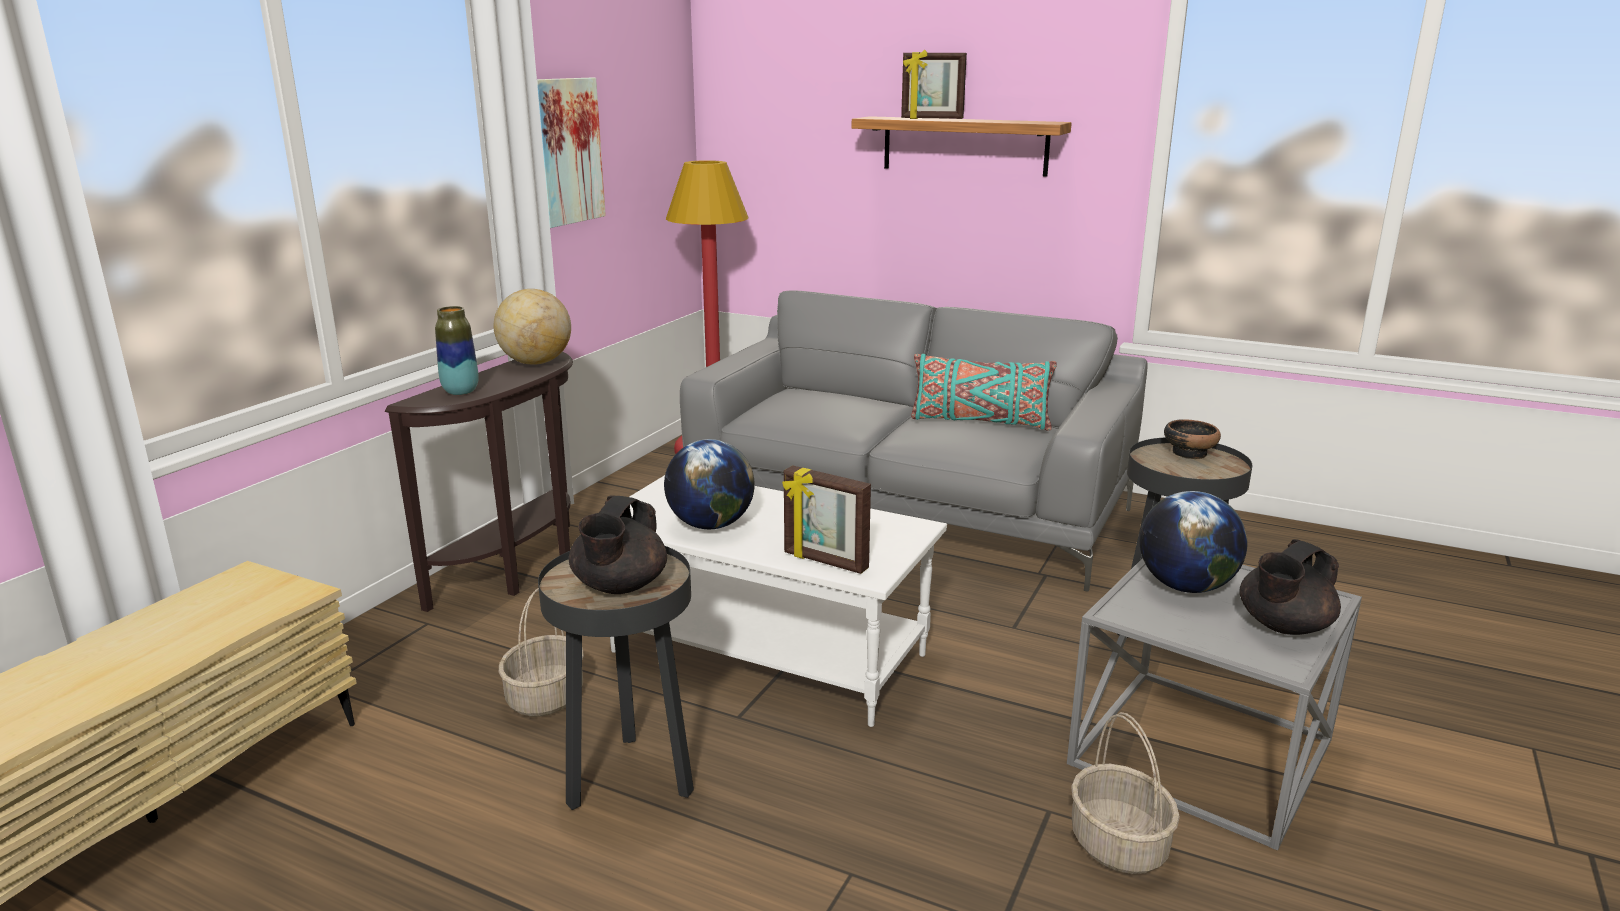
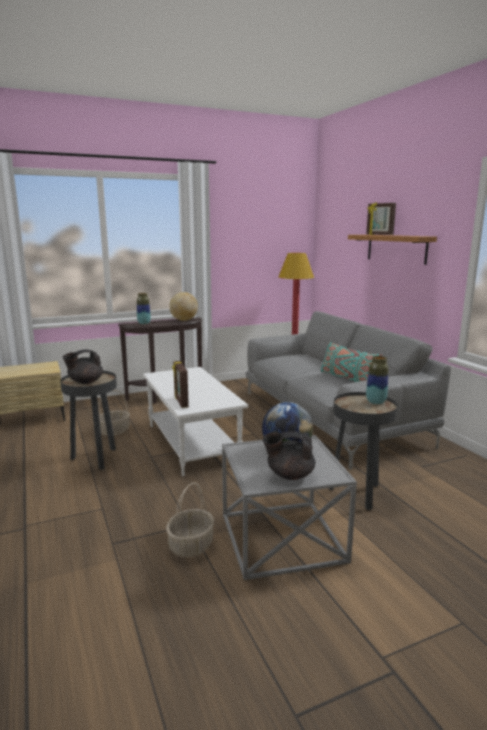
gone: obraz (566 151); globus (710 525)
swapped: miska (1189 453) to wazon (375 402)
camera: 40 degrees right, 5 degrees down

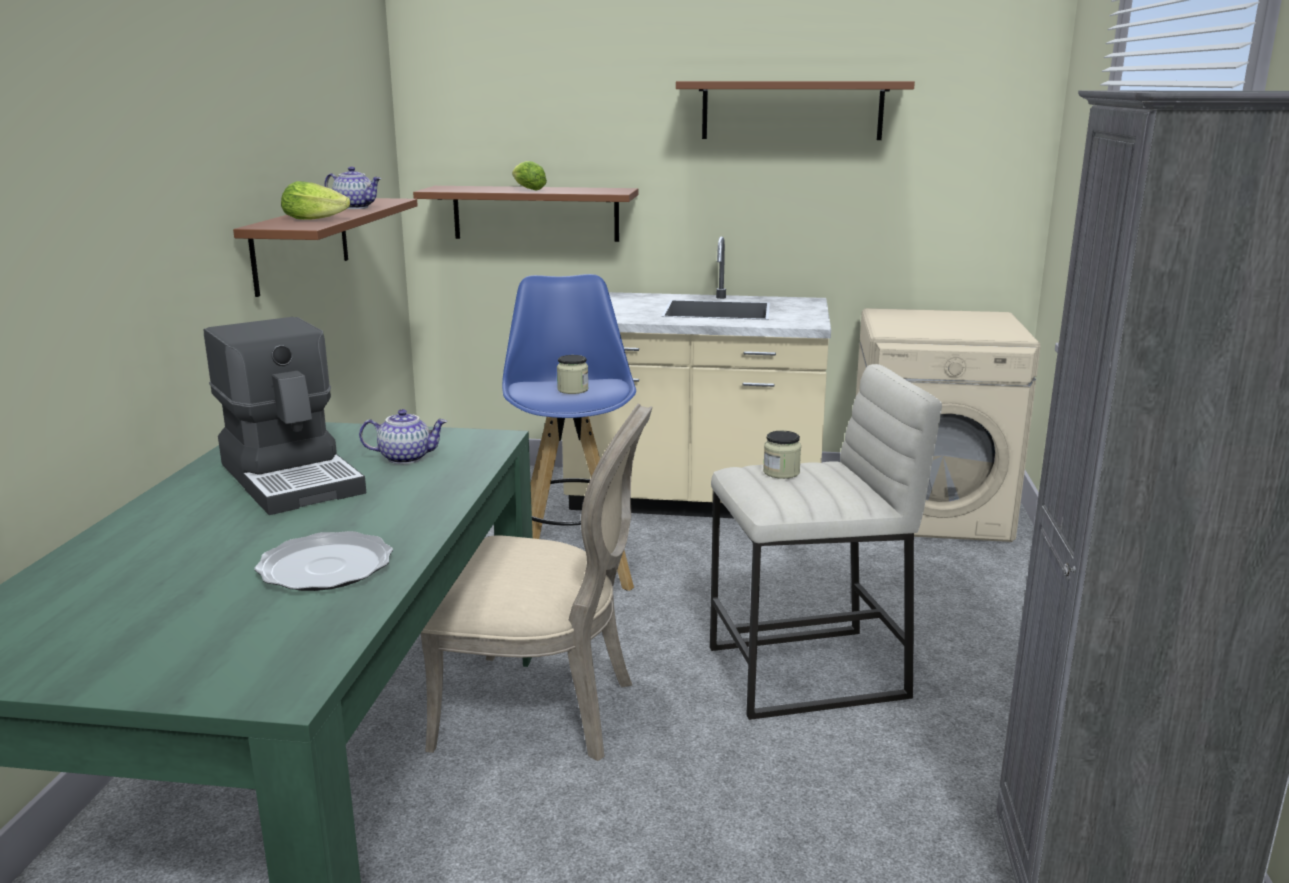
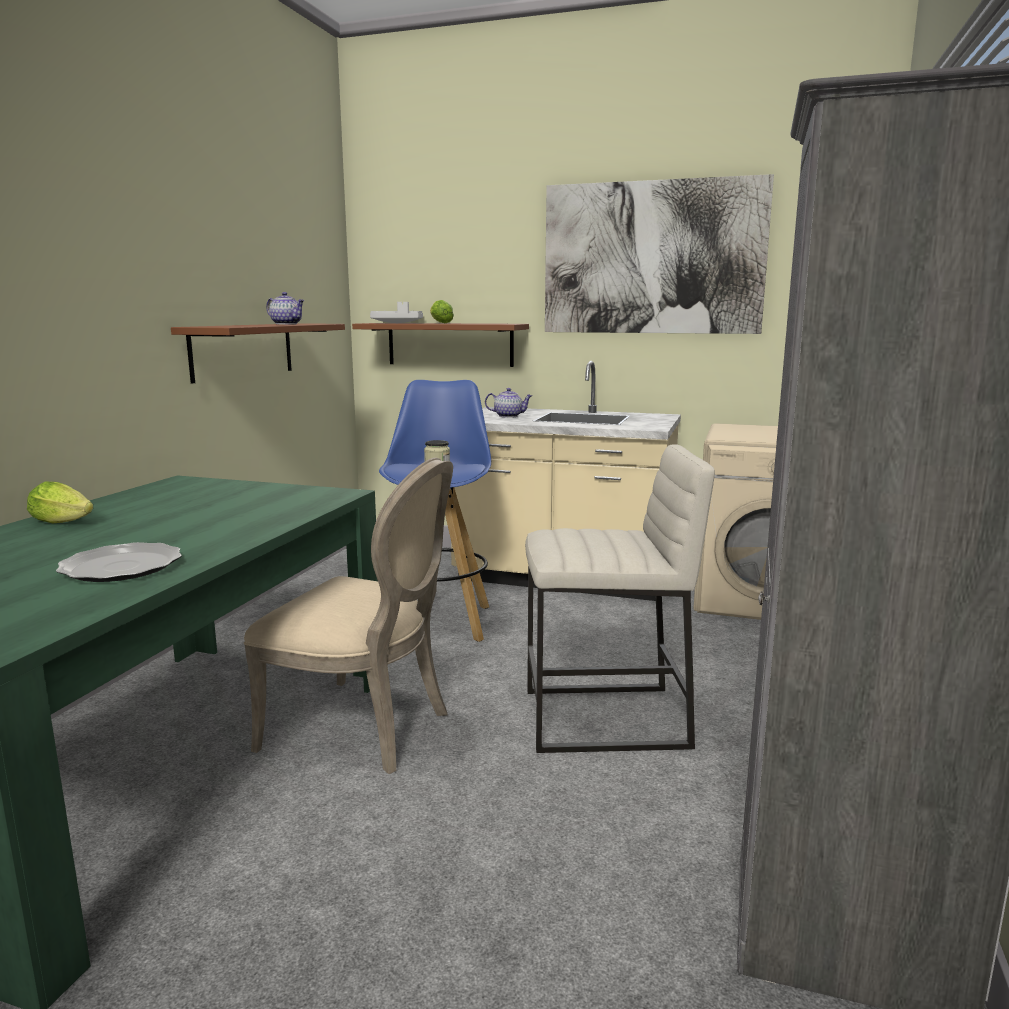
gone: ekspres do kawy (293 477); słoik (781 472)
new: taca/szary (397 323)
shifted: sałata (318 219) to (64 522); imbryk (406 458) to (508 416)
swapped: półka/brązowy (792 110) to obraz (652 258)
camera: 10 degrees right, 5 degrees down

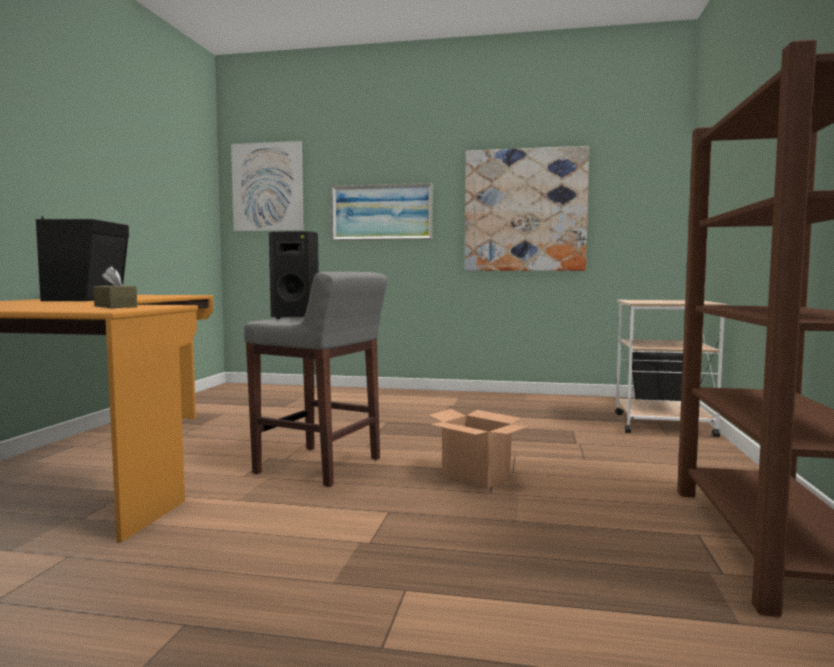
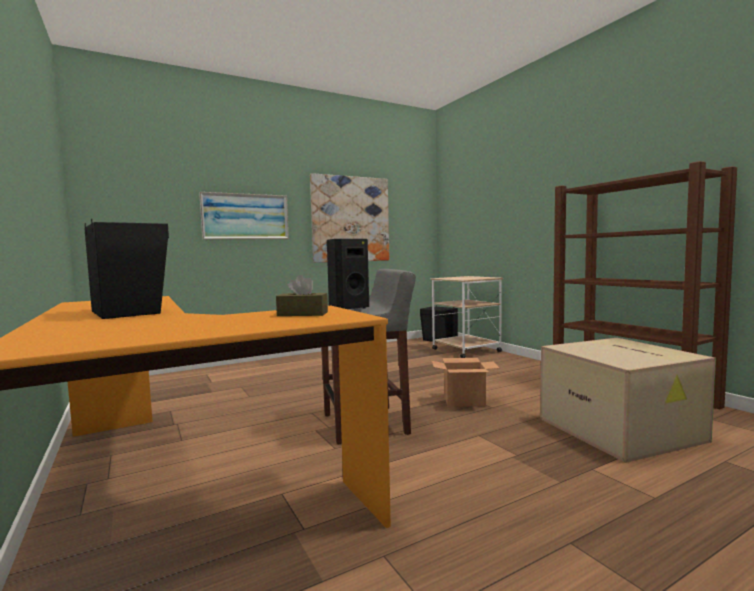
gone: obraz (267 187)
new: karton (622 430)
camera: 40 degrees left, 0 degrees up

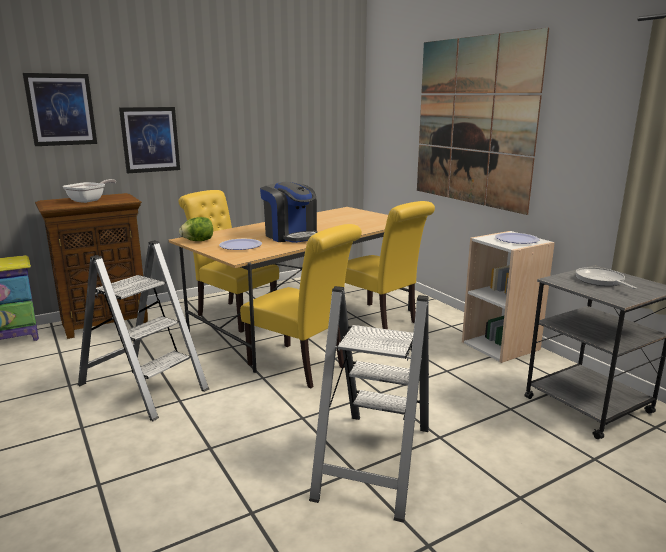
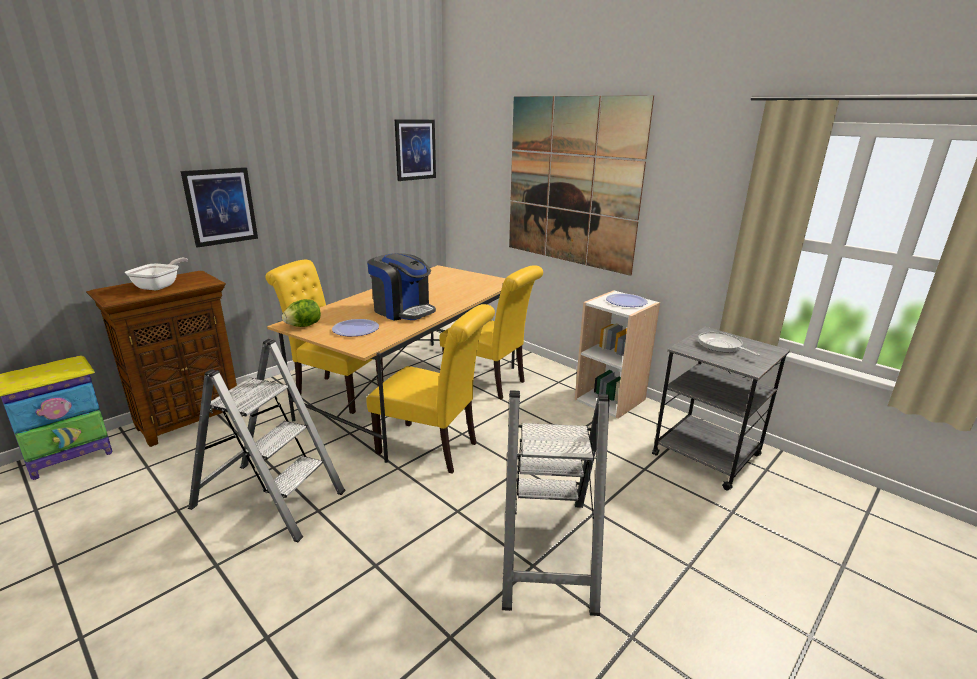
shifted: obraz (61 109) to (415 150)
camera: 15 degrees left, 5 degrees up

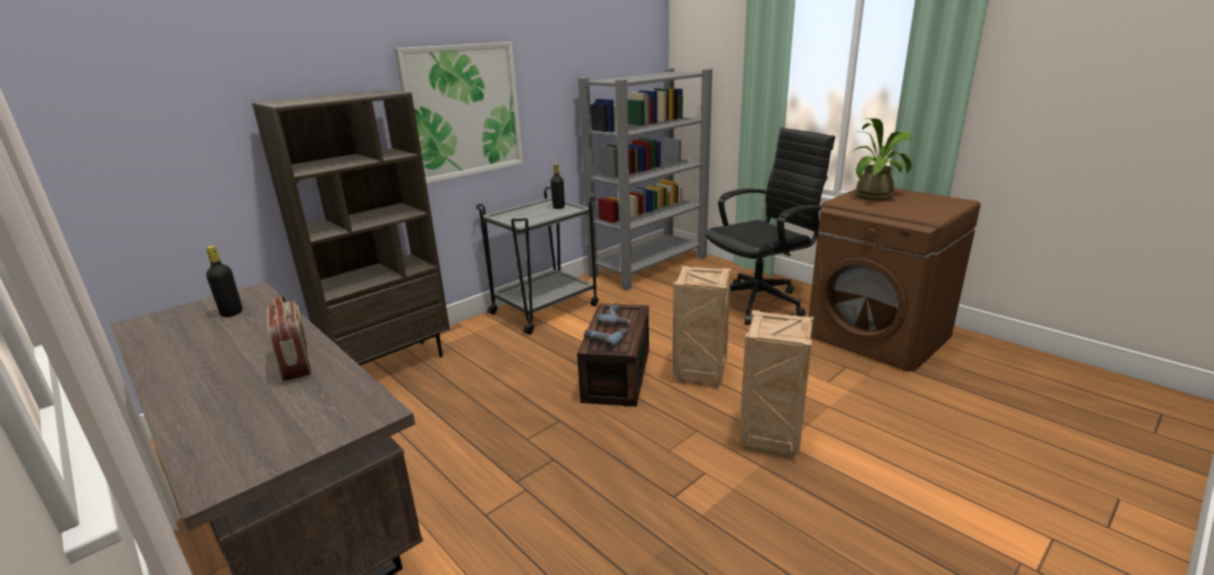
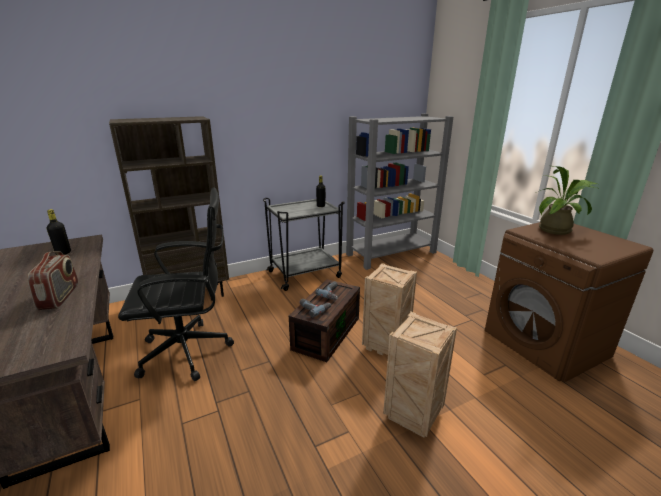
gone: obraz (463 111)
shifted: krzesło biurowe/czarny (760 302) to (190 351)
camera: 15 degrees right, 0 degrees up

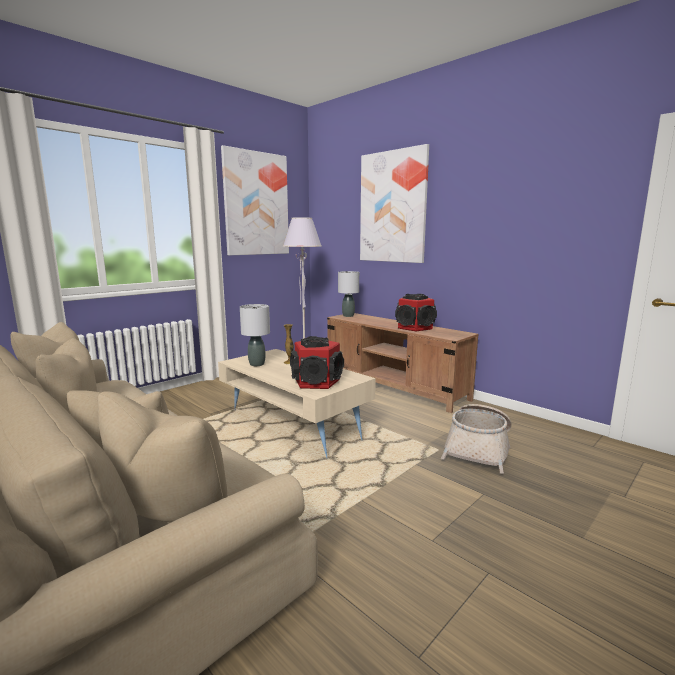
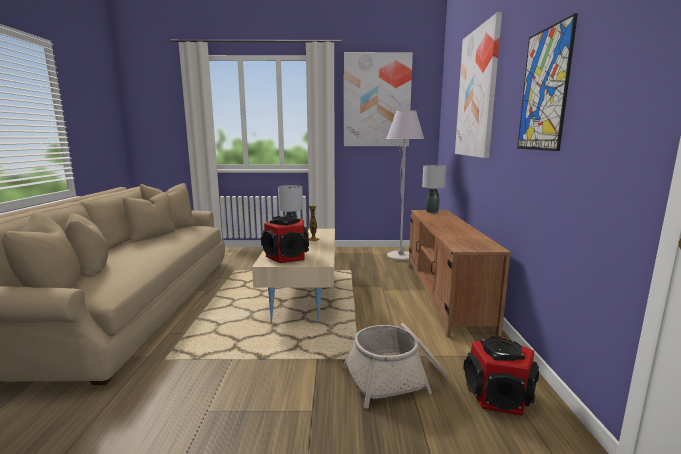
new: obraz (544 90)
shifted: głośnik (415 327) to (499 396)
camera: 45 degrees right, 0 degrees up

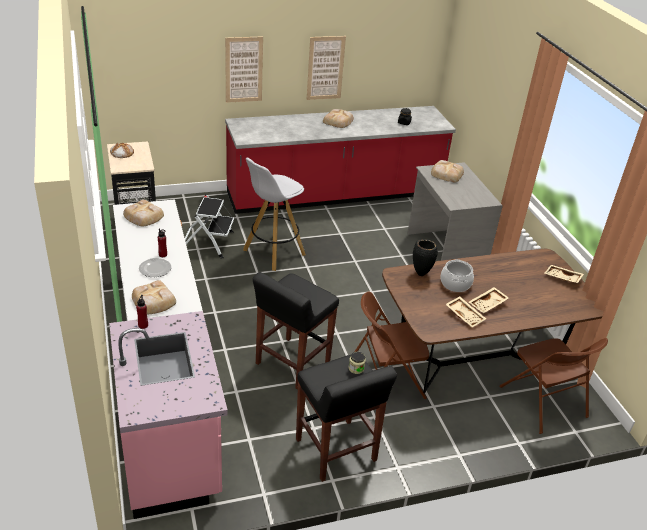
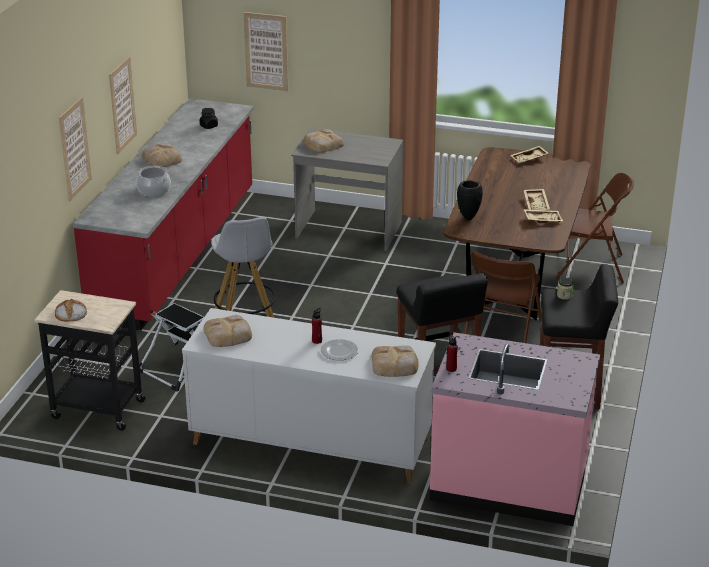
new: obraz (266 51)
shifted: garnek (455 284) to (154 190)
camera: 55 degrees left, 5 degrees down

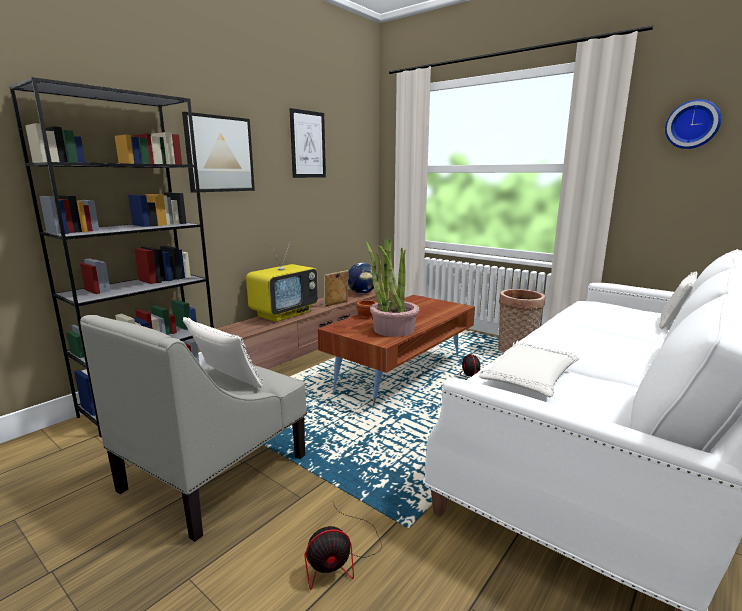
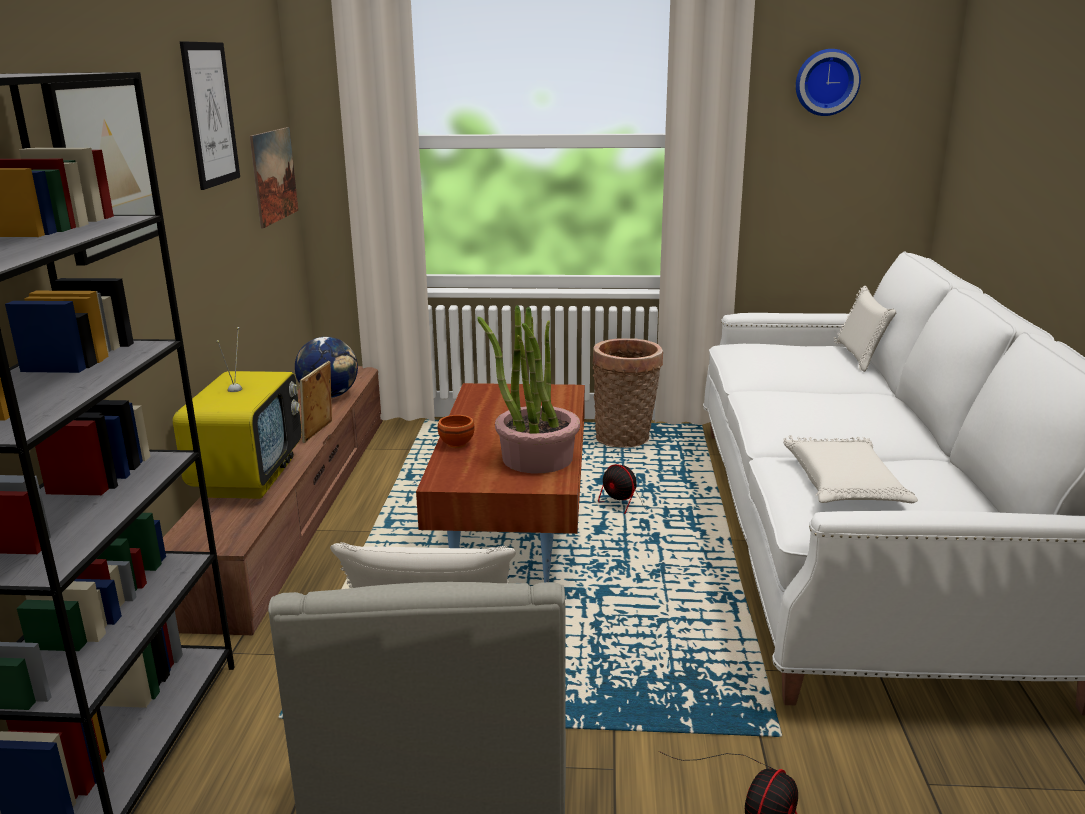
new: obraz (274 175)
camera: 35 degrees left, 5 degrees up

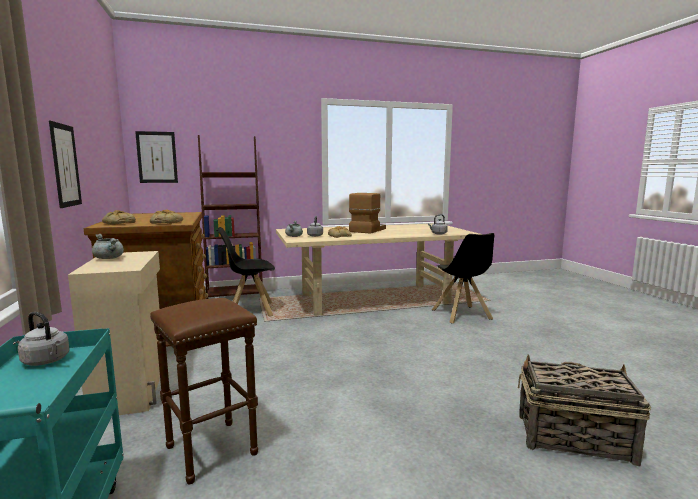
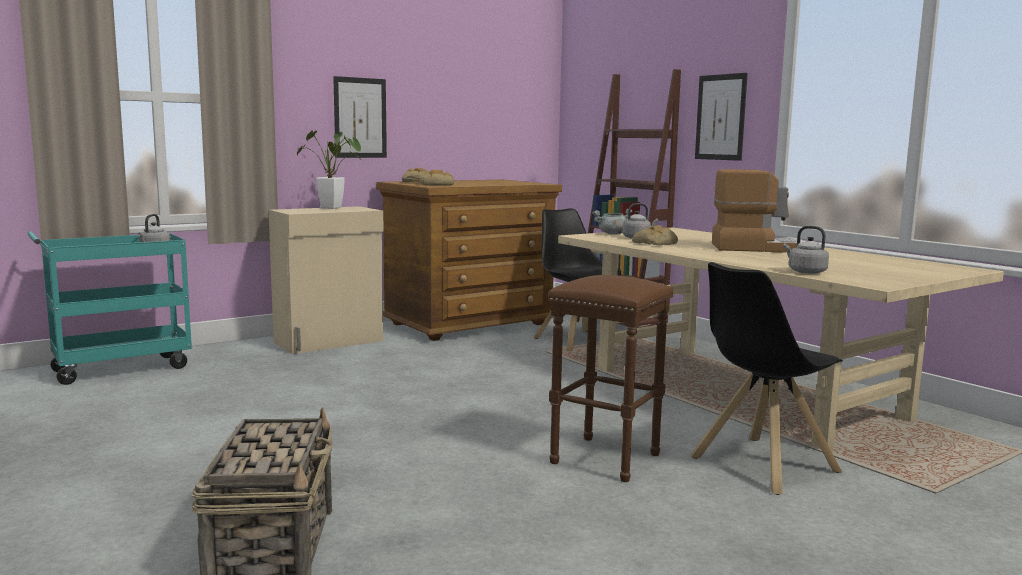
shifted: stołek/brązowy (212 448) to (608 458); obraz (157 157) to (720 117)
swapped: garnek/szary (109 258) to roślina doniczkowa (335 208)
camera: 70 degrees right, 0 degrees up

